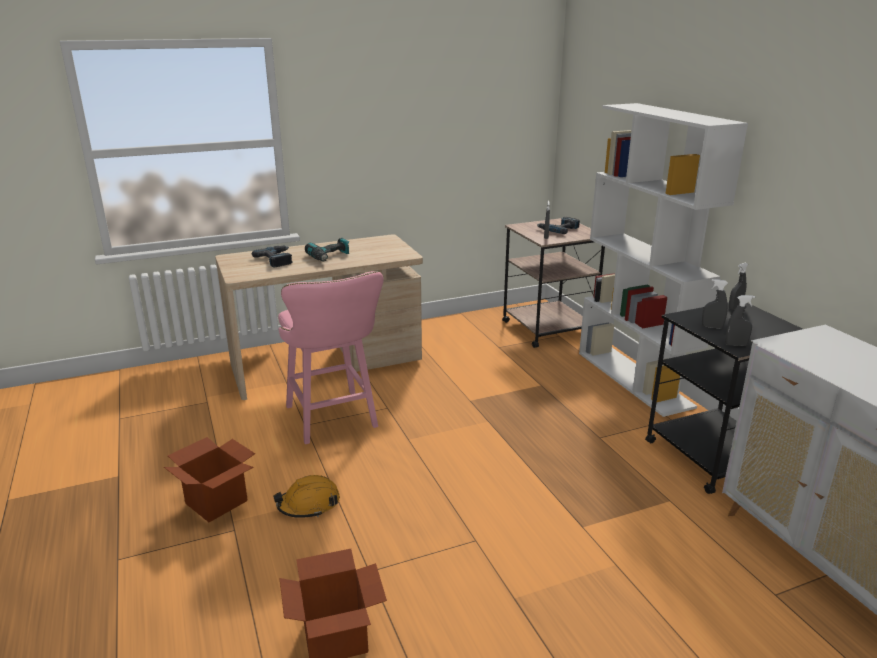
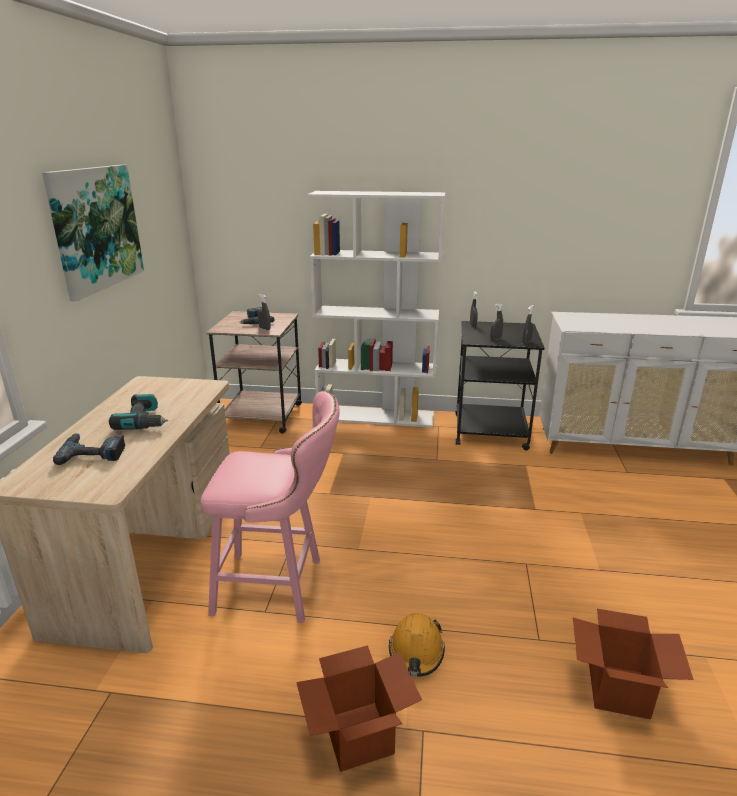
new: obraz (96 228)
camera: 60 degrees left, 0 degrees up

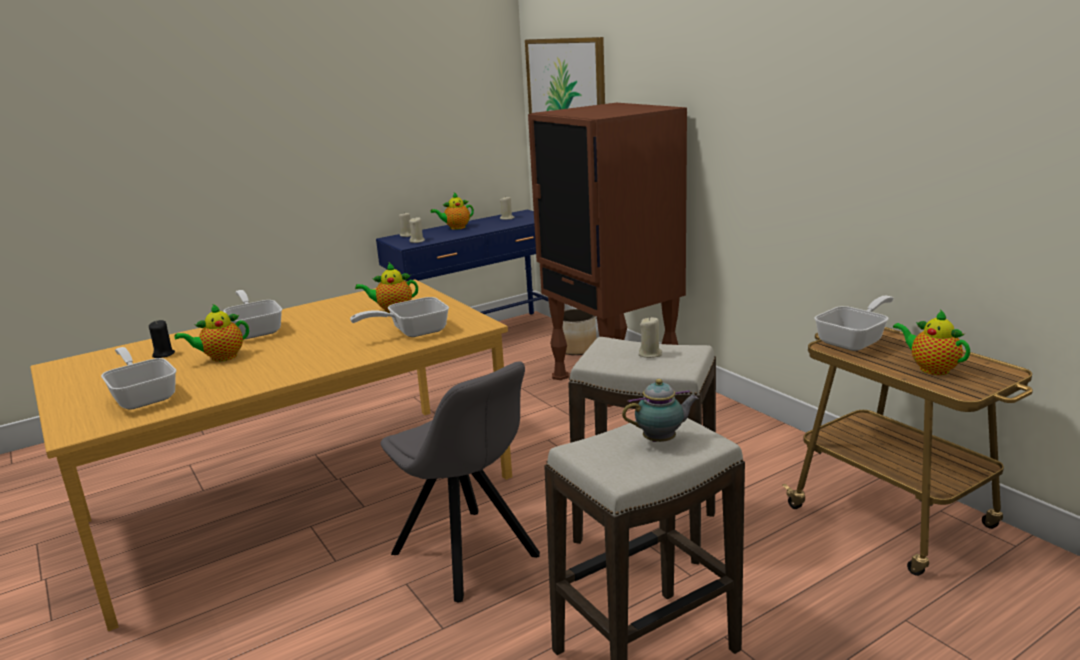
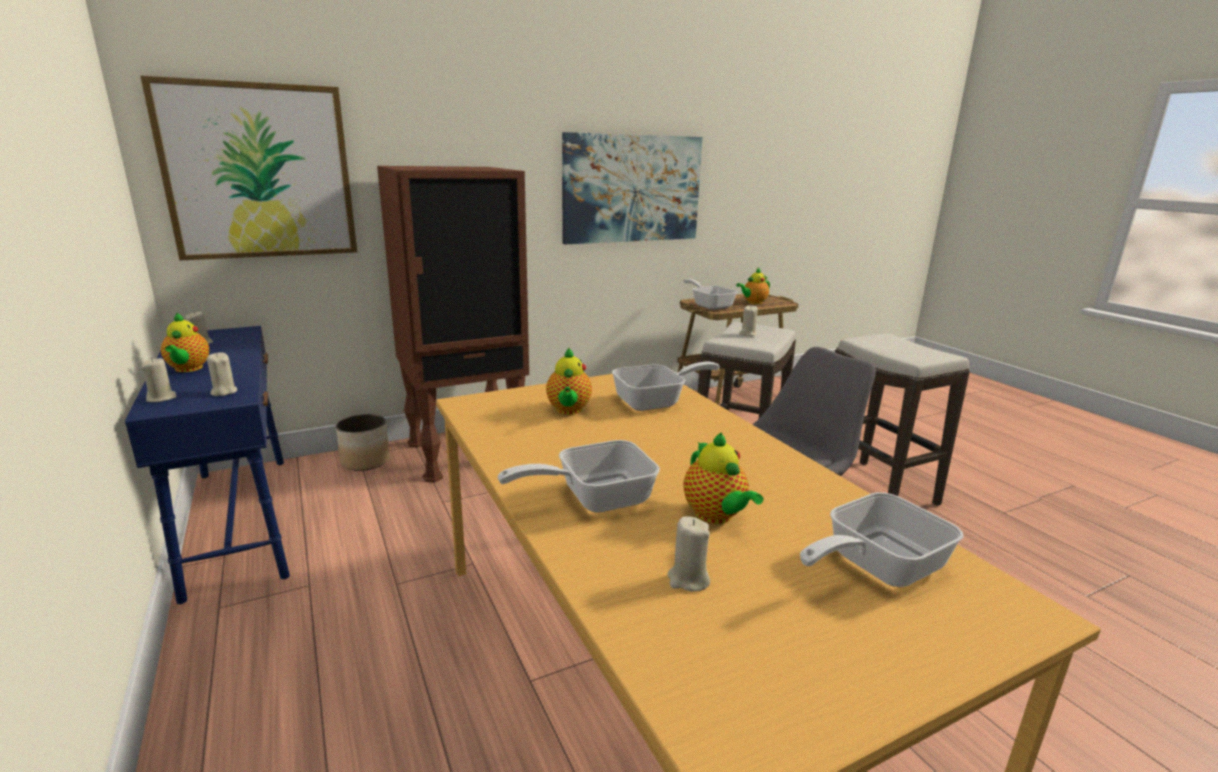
gone: imbryk (661 440)
new: obraz (632 189)
repainted: świeca/czarny (163 354) to świeca/beżowy (688 579)
rotated: patelnia (412 332) = (656 402) 90 degrees counterclockwise
camera: 85 degrees left, 0 degrees up

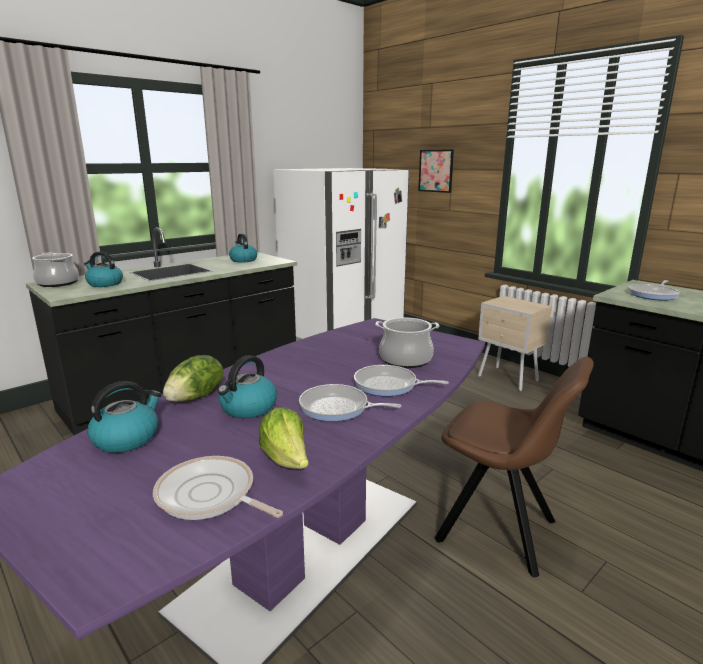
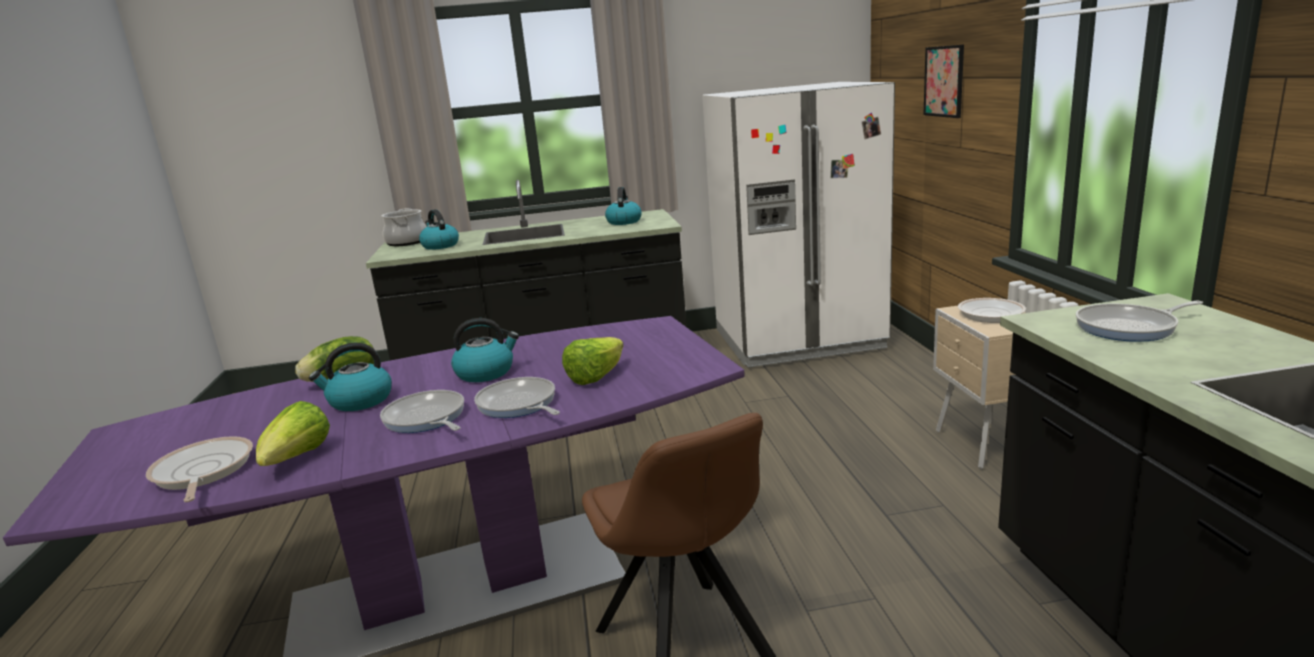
new: patelnia (992 316)
shifted: czajnik (127 438) to (486 372)
swapped: garnek (405 360) to sałata (596 377)
camera: 35 degrees right, 0 degrees up

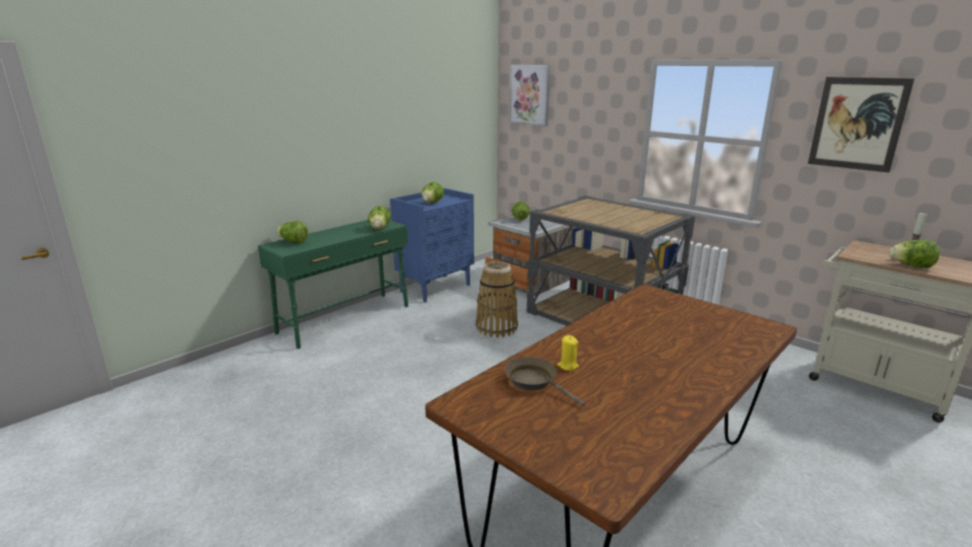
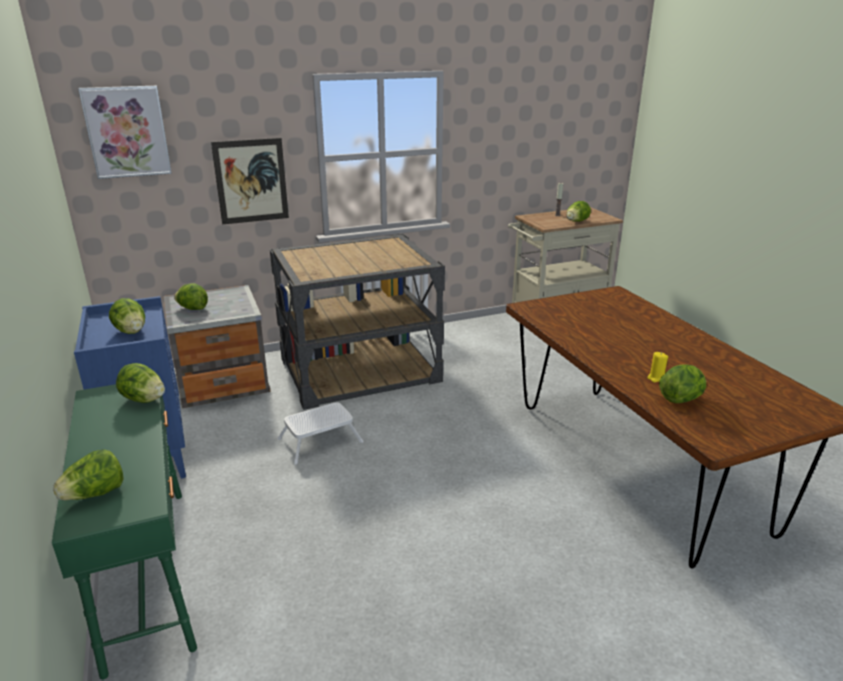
shifted: obraz (857 124) to (251 181)
swapped: koszyk (497 328) to drabinka/biały (320 440); patelnia/brązowy (534 382) to sałata (681 399)
camera: 65 degrees left, 5 degrees up

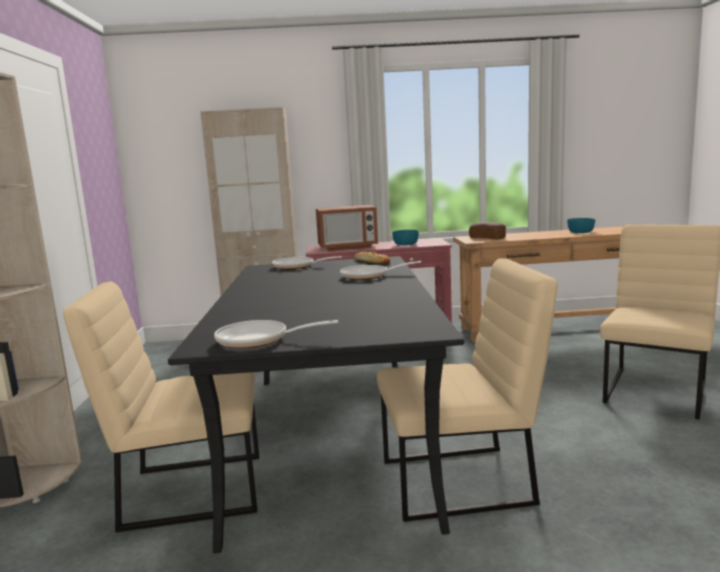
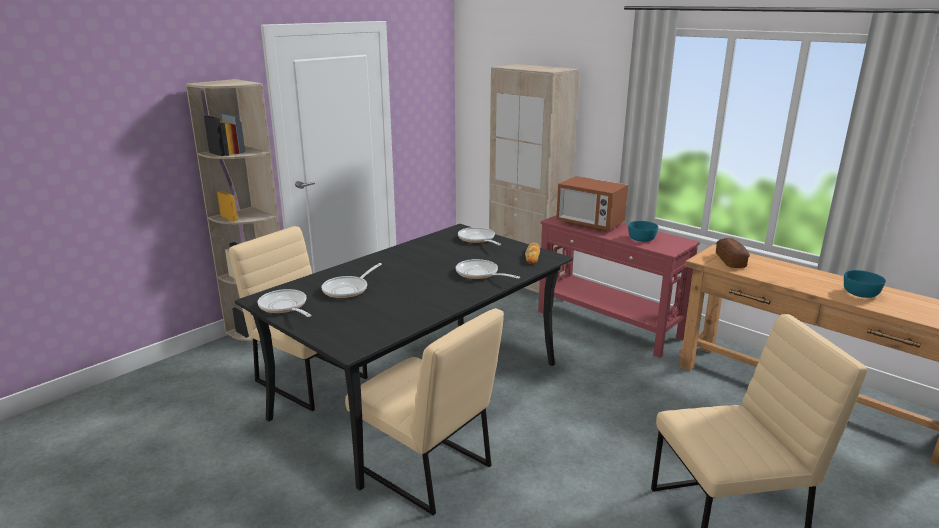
new: patelnia (348 289)
camera: 45 degrees right, 10 degrees up

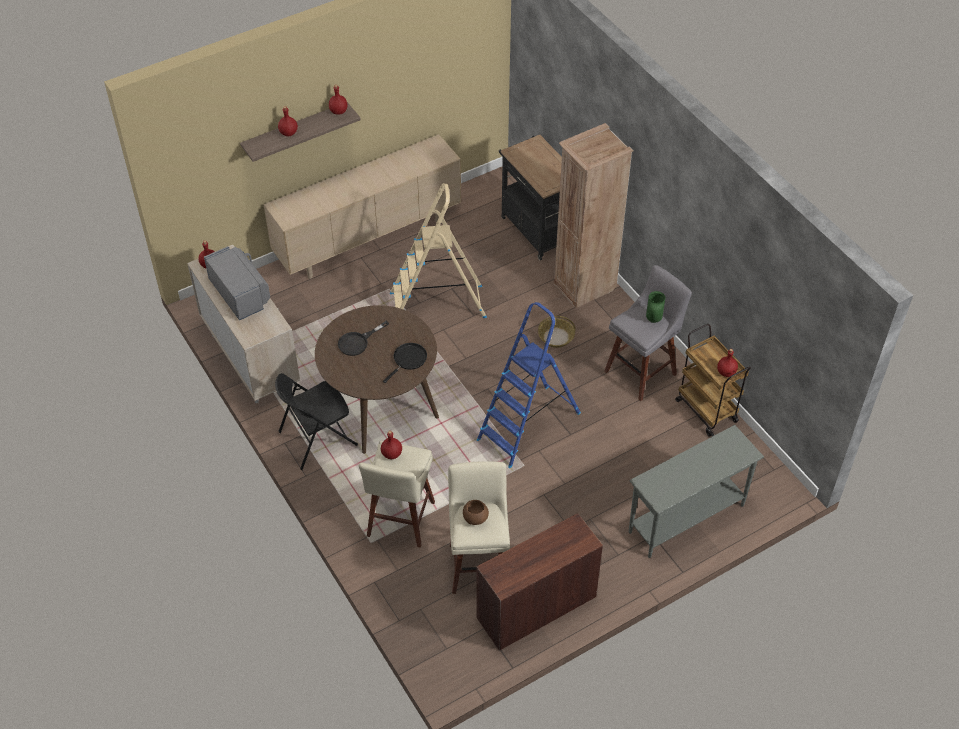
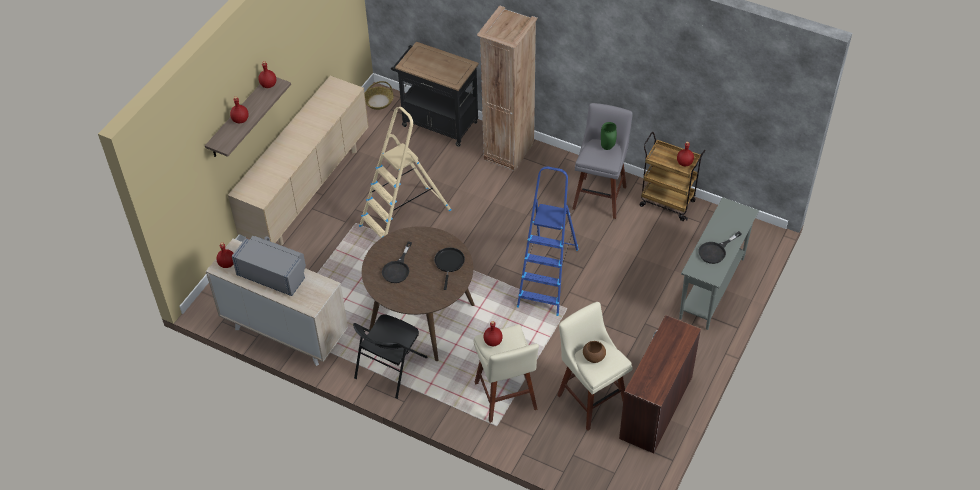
new: patelnia/czarny (715 251)
shifted: koszyk (556 337) to (378 101)
camera: 30 degrees left, 0 degrees up

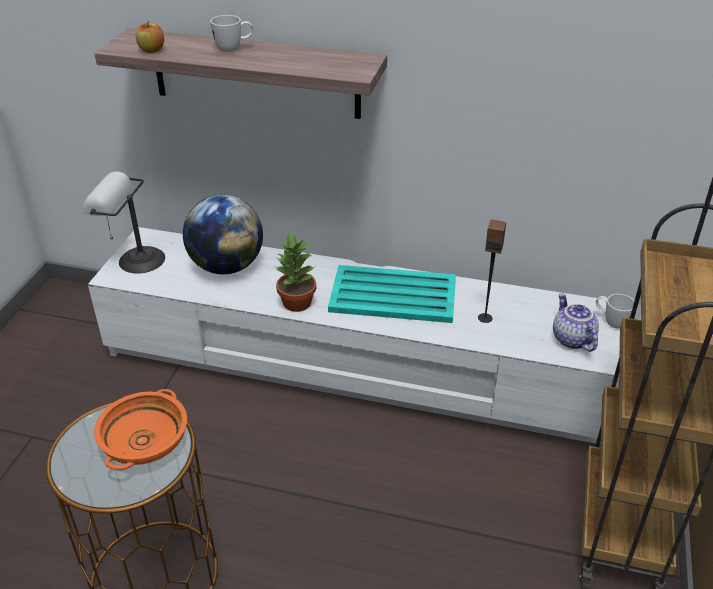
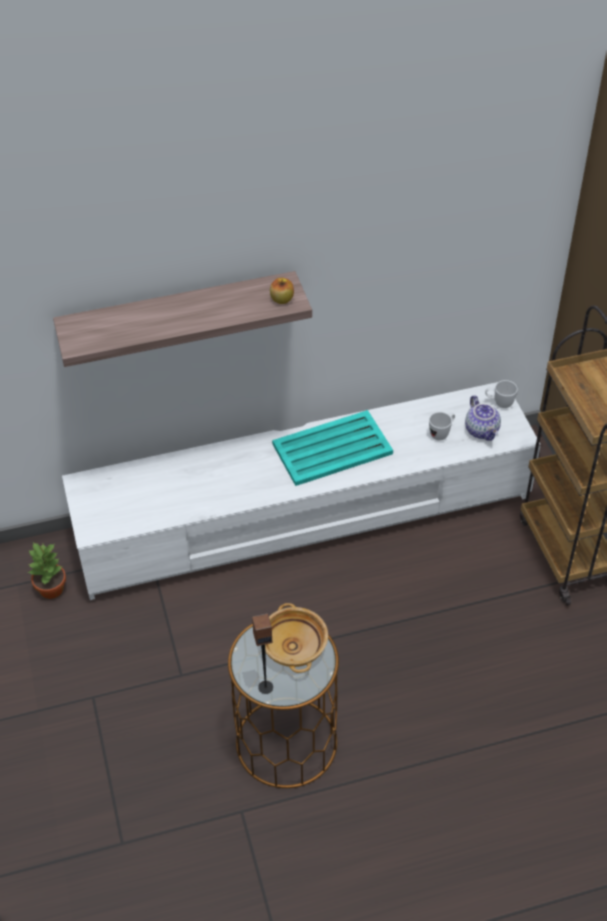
gone: lampa stołowa (132 259); globus (226 266)
shifted: roślina doniczkowa (297 303) to (51 589); głośnik (485 318) to (265 687); jabłko (151 50) to (282 299); kubek/biały (234 49) to (441 433)
repainted: miska/pomarańczowy (145 444) to miska/beżowy (294 647)
rotated: imbryk (571 339) = (482 431) 150 degrees counterclockwise
camera: 30 degrees left, 10 degrees up

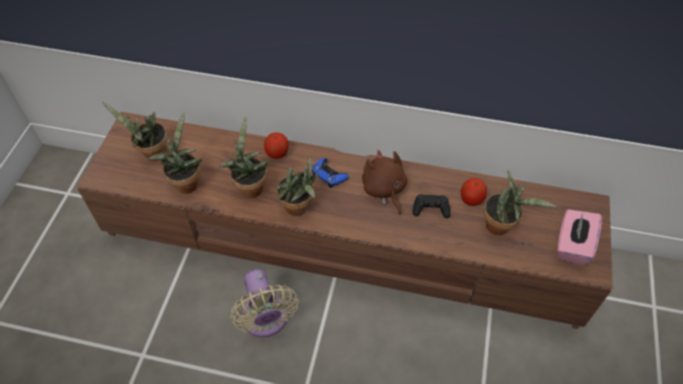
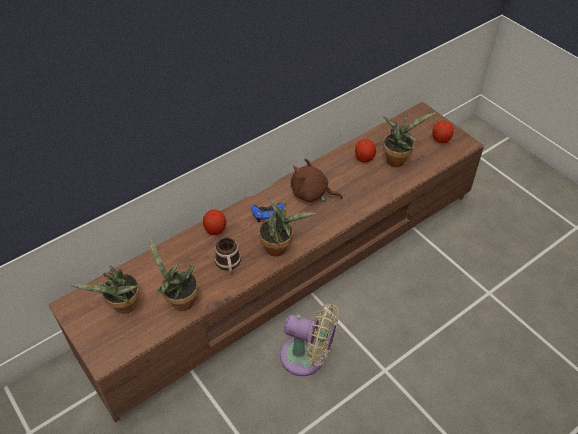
gone: pad do gier/czarny (430 209)
swapped: roślina doniczkowa (250 186) to kubek (228 264); pudełko chusteczek/różowy (572 245) to jabłko (441 140)
camera: 50 degrees left, 5 degrees down

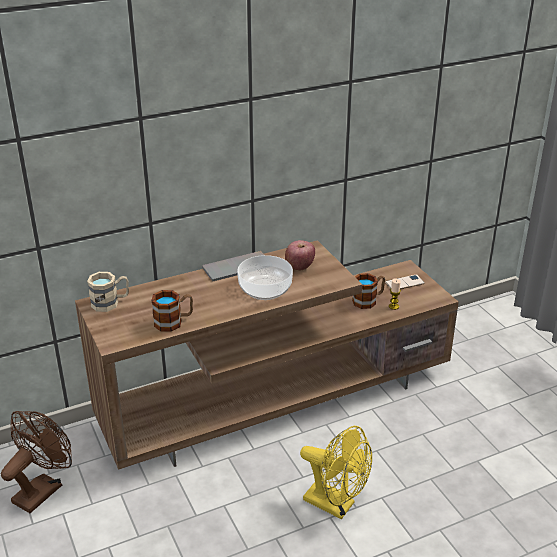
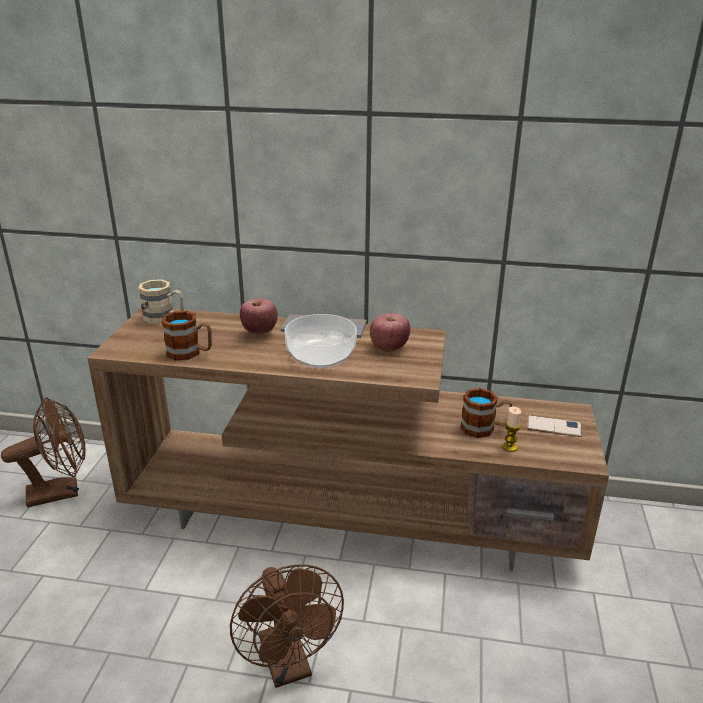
new: jabłko (259 331)
repainted: wentylator/żółty (336 505) to wentylator/brązowy (289 666)
camera: 35 degrees right, 5 degrees down

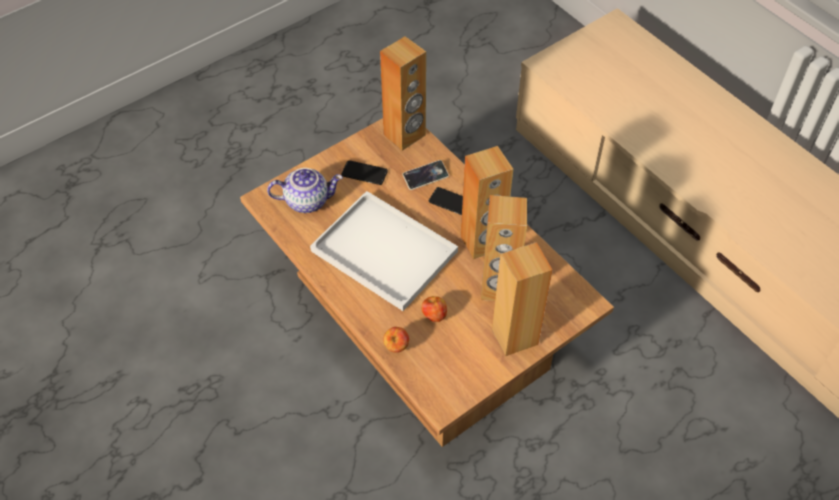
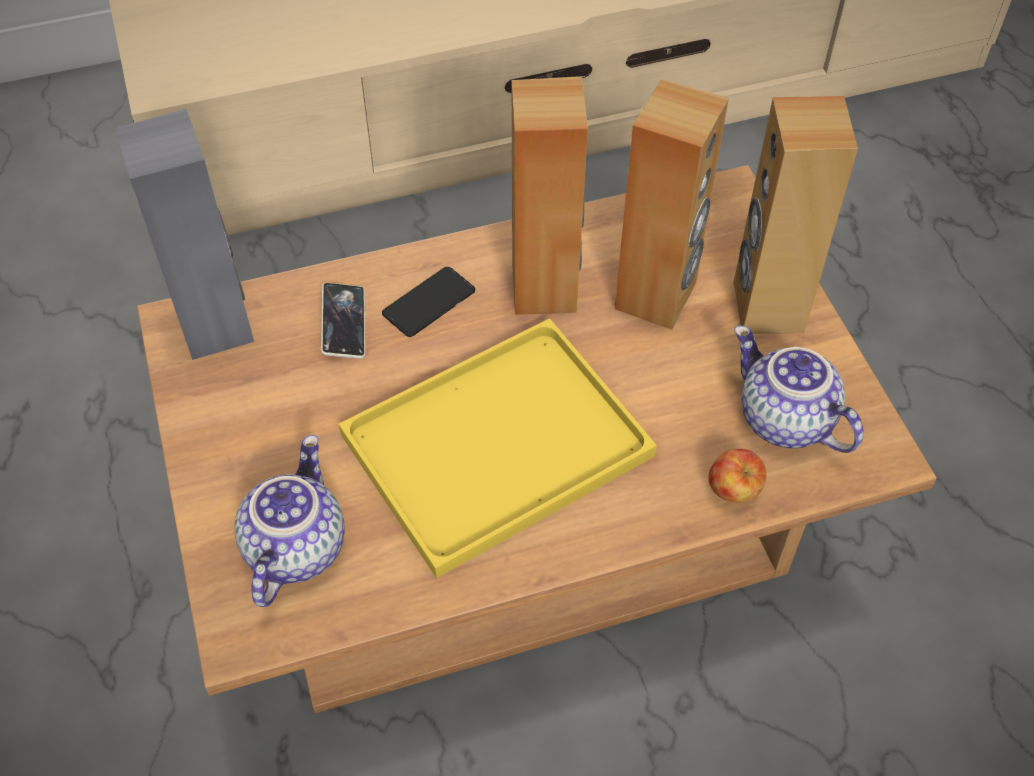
gone: telefon (364 173); jabłko (434 315)
new: imbryk (783 420)
repainted: głośnik/brązowy (405 135) to głośnik/szary (216 325); taca/biały (381 251) to taca/żółty (493 450)
camera: 70 degrees left, 0 degrees up

